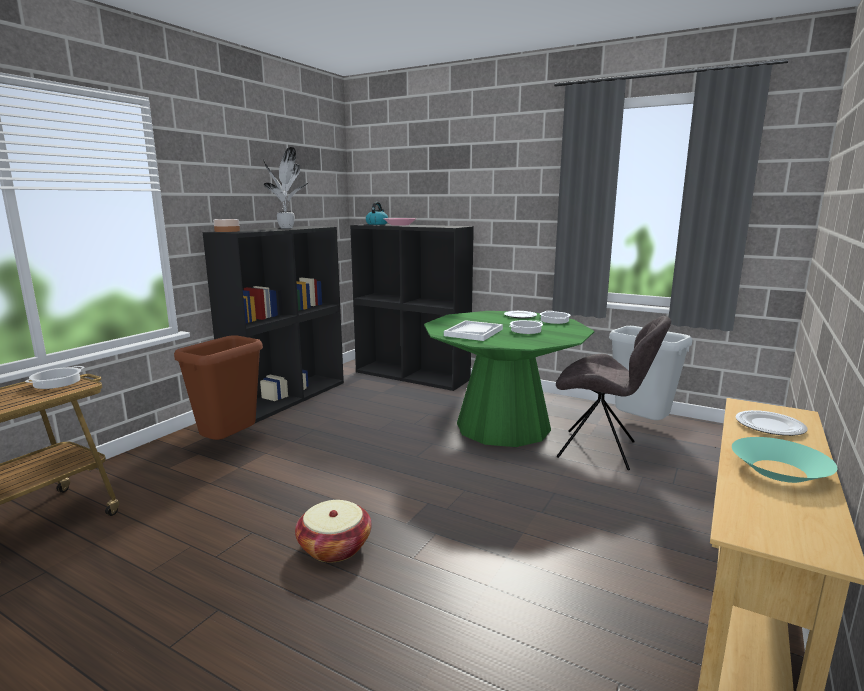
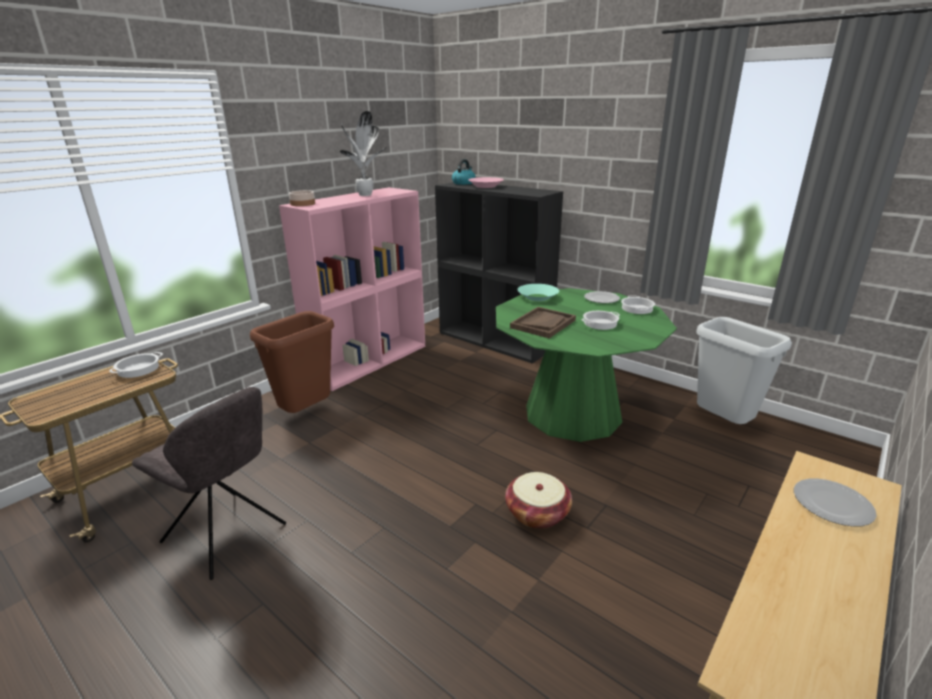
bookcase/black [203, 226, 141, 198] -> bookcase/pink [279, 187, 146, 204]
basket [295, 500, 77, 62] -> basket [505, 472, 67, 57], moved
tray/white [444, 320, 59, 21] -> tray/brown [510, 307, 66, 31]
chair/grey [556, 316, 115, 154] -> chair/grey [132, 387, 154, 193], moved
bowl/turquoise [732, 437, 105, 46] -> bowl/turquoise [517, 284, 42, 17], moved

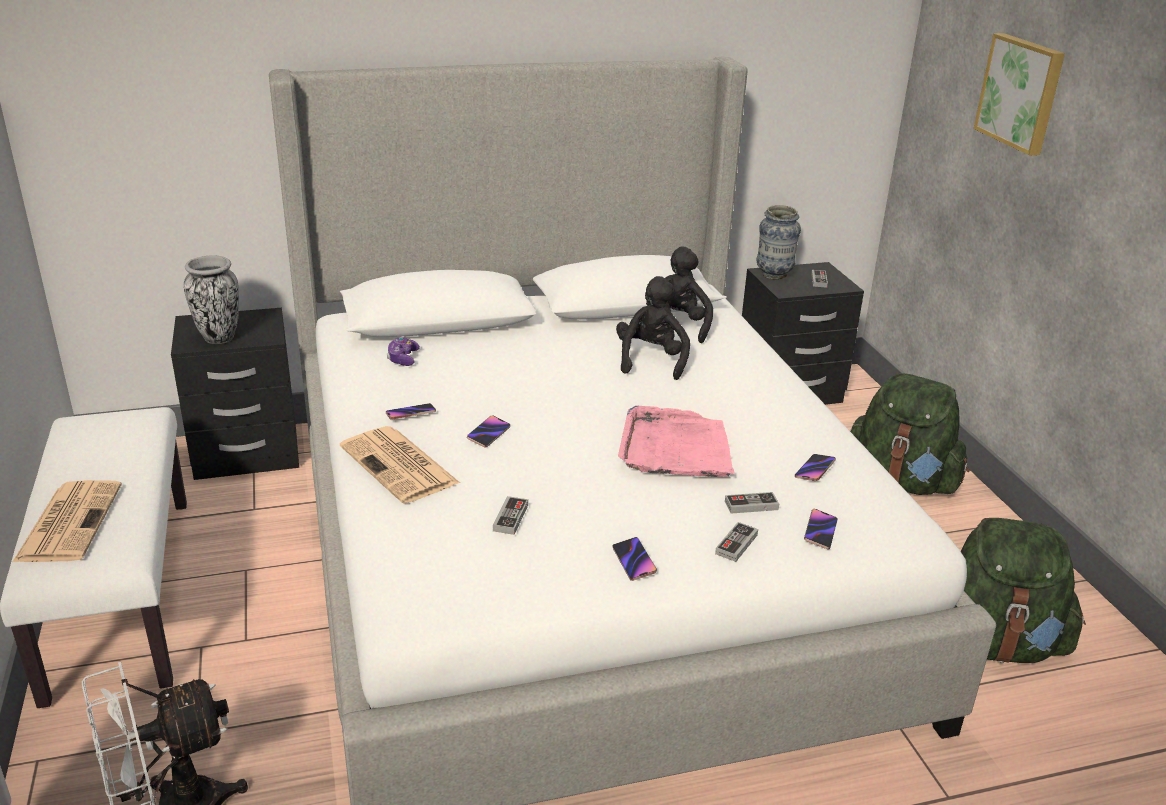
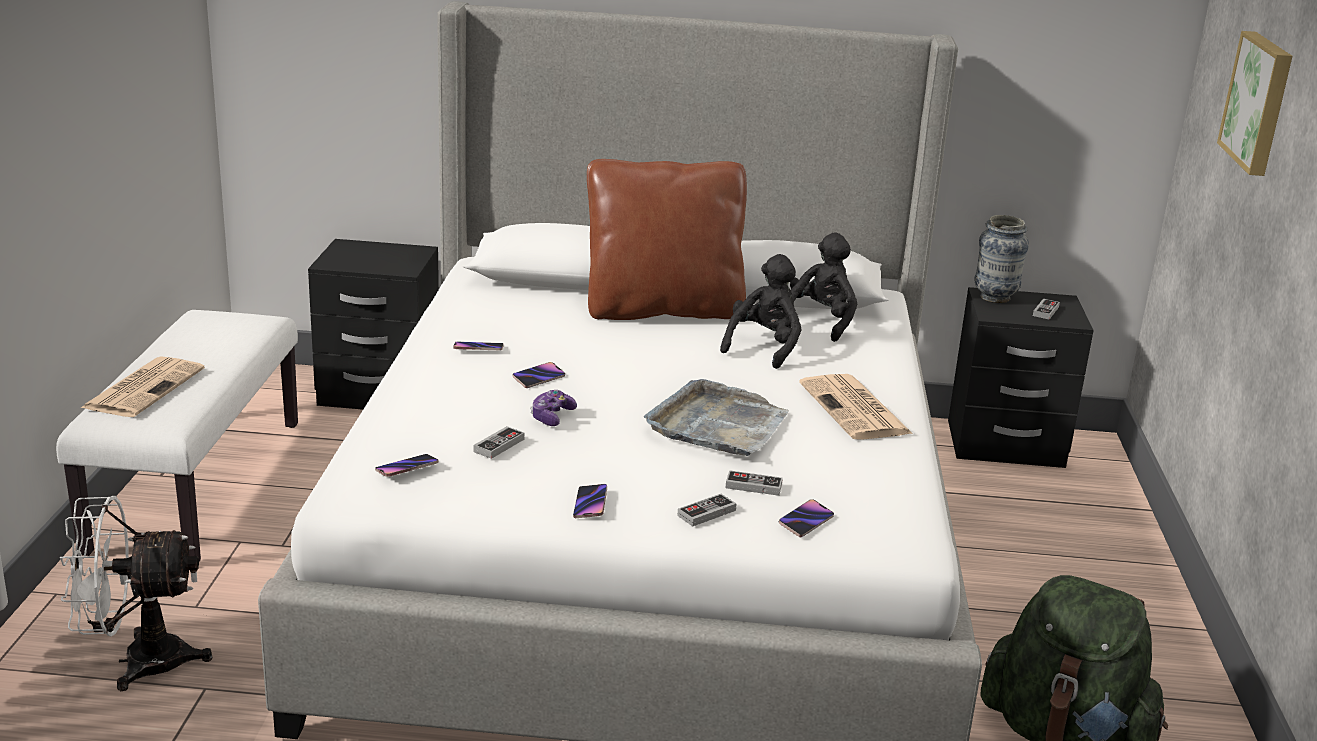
vase [184, 255, 55, 89] -> none
newspaper [340, 426, 120, 78] -> newspaper [799, 374, 114, 66], moved
game controller [387, 337, 33, 29] -> game controller [530, 390, 47, 36], moved
tray/pink [618, 405, 117, 72] -> tray/grey [644, 379, 145, 77]
phone [795, 454, 41, 27] -> phone [375, 454, 64, 23], moved
backpack/green [850, 373, 120, 122] -> none
none -> pillow/brown [587, 159, 160, 161]

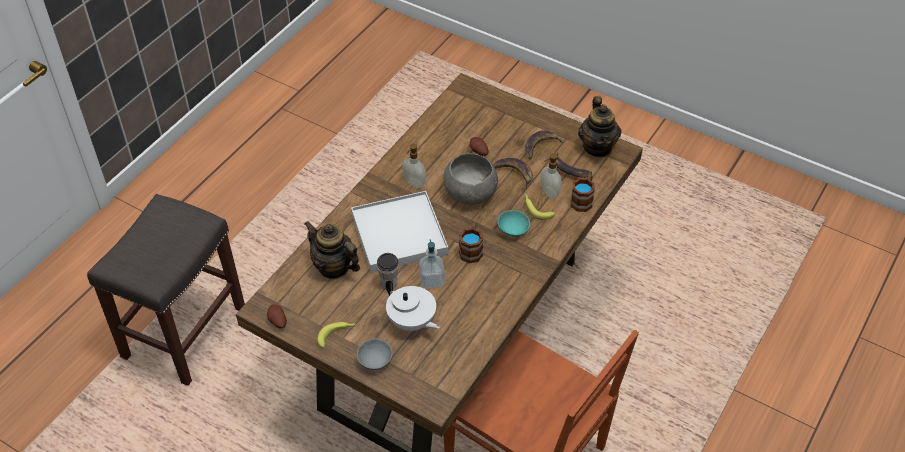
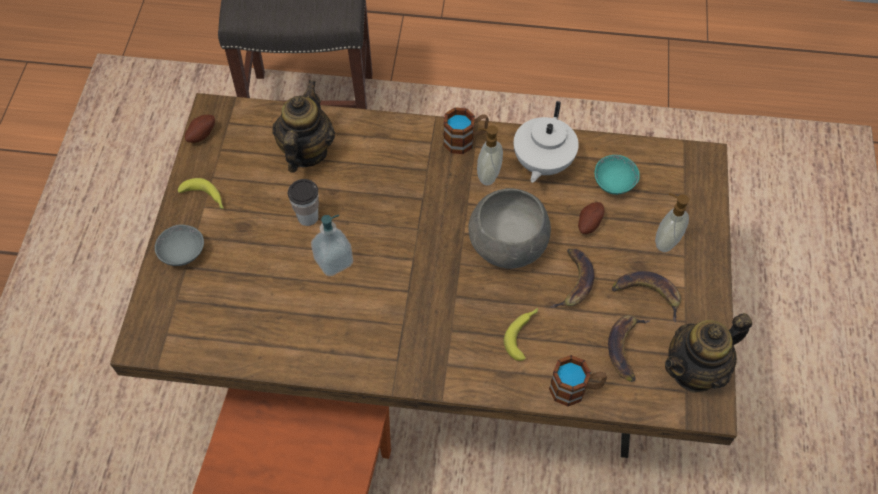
tray/white [351, 191, 97, 82] -> none
teapot/white [386, 279, 54, 52] -> teapot/white [514, 101, 65, 82], moved
mug [459, 223, 24, 40] -> mug [443, 107, 46, 47], moved
bowl/turquoise [497, 210, 33, 27] -> bowl/turquoise [595, 155, 45, 40], moved
soap dispenser [540, 153, 22, 46] -> soap dispenser [655, 193, 34, 59], moved

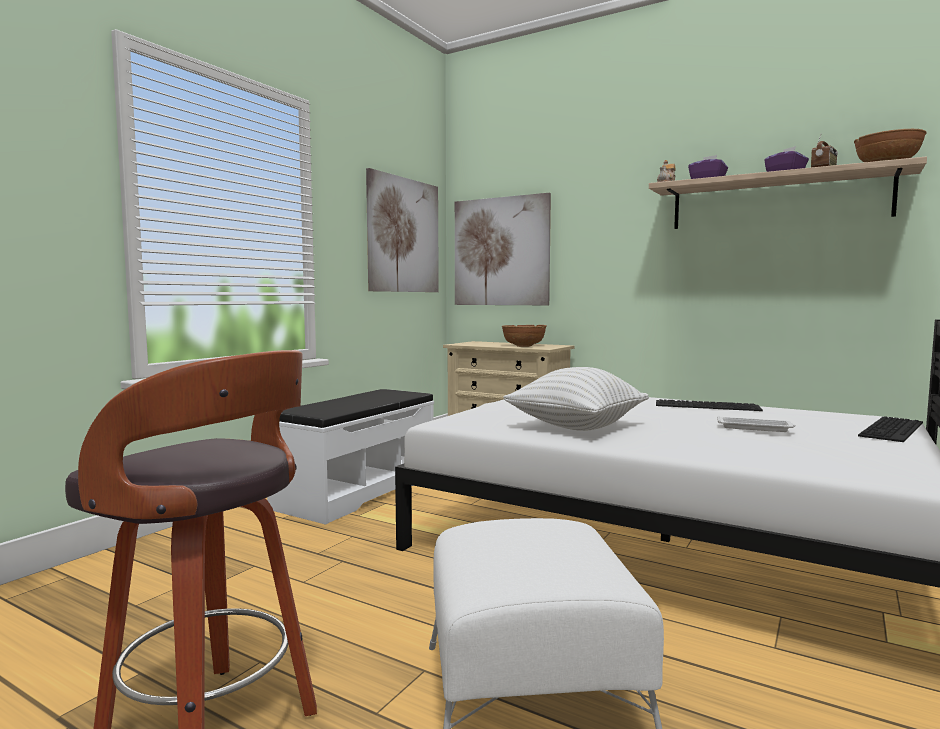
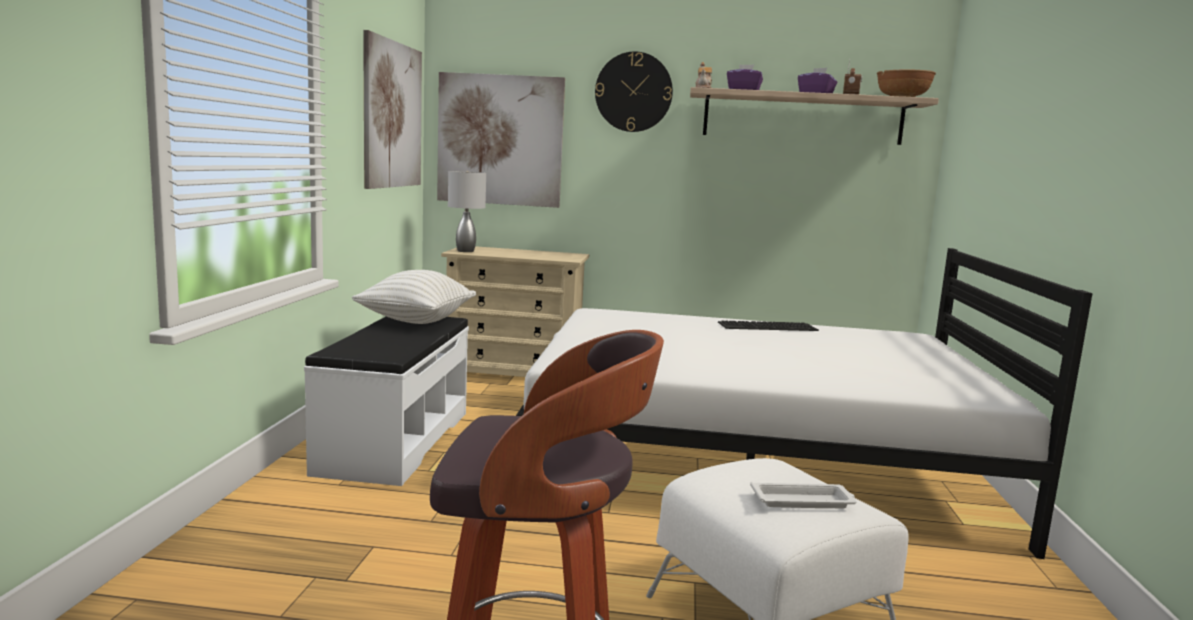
bowl/brown [502, 325, 45, 22] -> none
pillow/white [503, 367, 146, 64] -> pillow/white [352, 270, 124, 54], moved
tray/white [717, 416, 79, 16] -> tray/white [750, 482, 107, 26], moved
keyboard [858, 416, 65, 26] -> none
none -> table lamp/grey [448, 171, 38, 81]
none -> wall clock [595, 51, 78, 81]

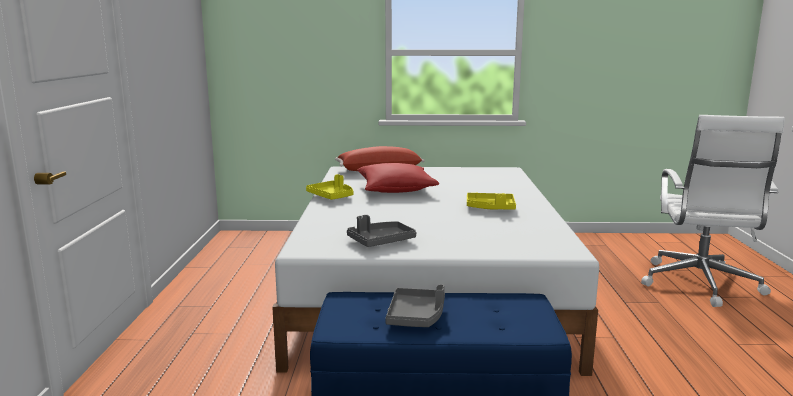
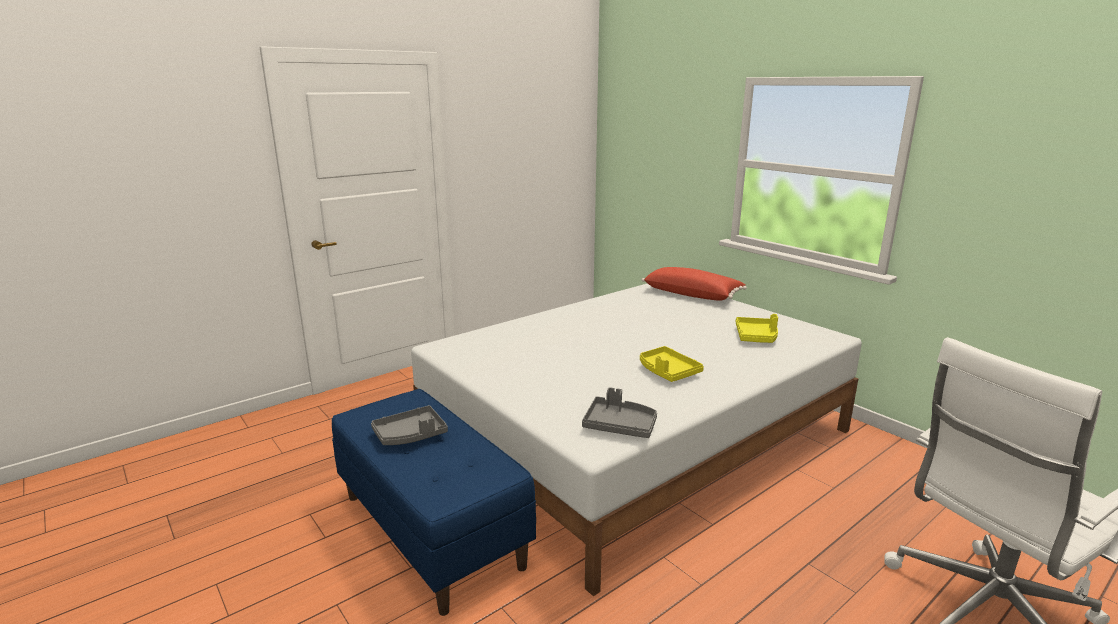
tray/yellow [306, 174, 47, 26] -> tray/yellow [736, 314, 42, 29], moved
tray/grey [347, 215, 69, 32] -> tray/grey [582, 387, 75, 51], moved
pillow/red [357, 163, 82, 30] -> none

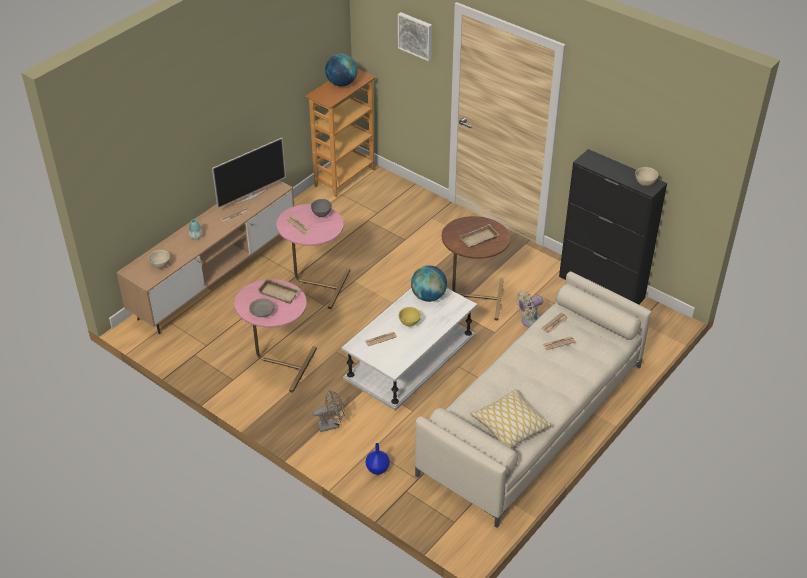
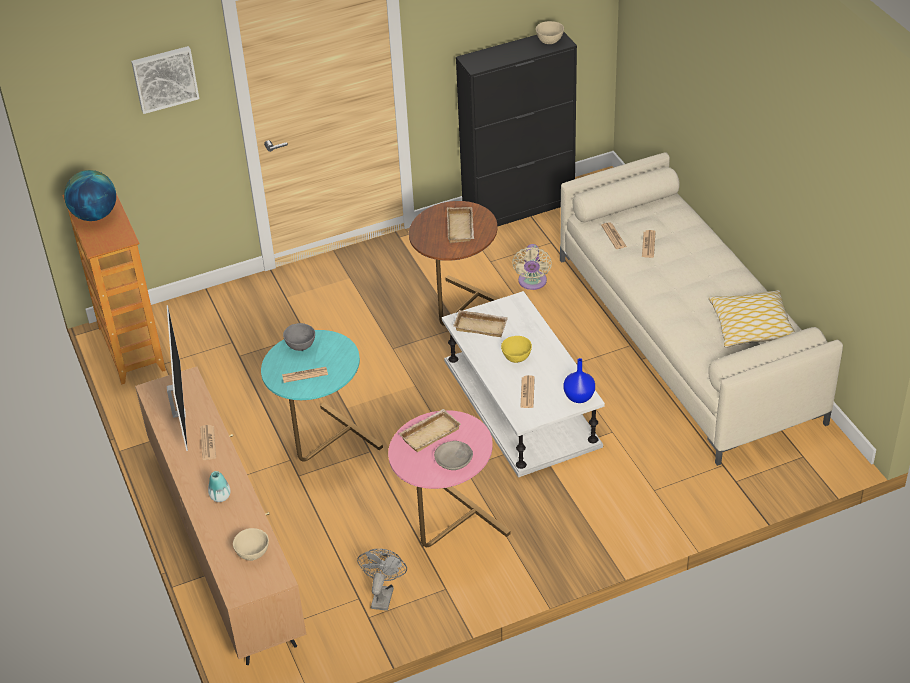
side table/pink [276, 204, 74, 105] -> side table/turquoise [261, 330, 122, 131]
fan/grey [313, 390, 32, 42] -> fan/grey [357, 549, 50, 62], moved
vase/blue [366, 443, 24, 32] -> vase/blue [563, 358, 32, 45], moved
globe [411, 266, 36, 36] -> tray/beige [453, 310, 55, 27]

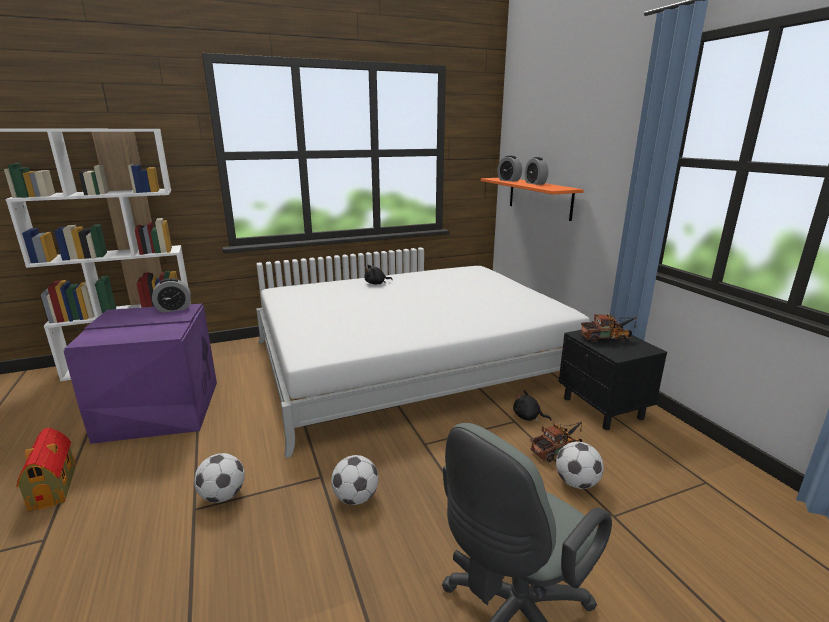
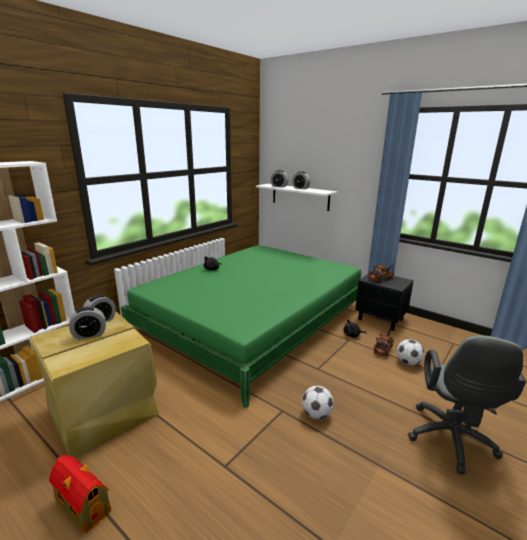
storage box/purple [64, 304, 153, 140] -> storage box/beige [30, 312, 129, 146]
football [194, 453, 51, 50] -> none
bed/white [256, 266, 334, 192] -> bed/green [121, 245, 240, 163]
shelf/orange [481, 178, 103, 43] -> shelf/white [256, 184, 81, 27]
none -> alarm clock [69, 307, 37, 33]

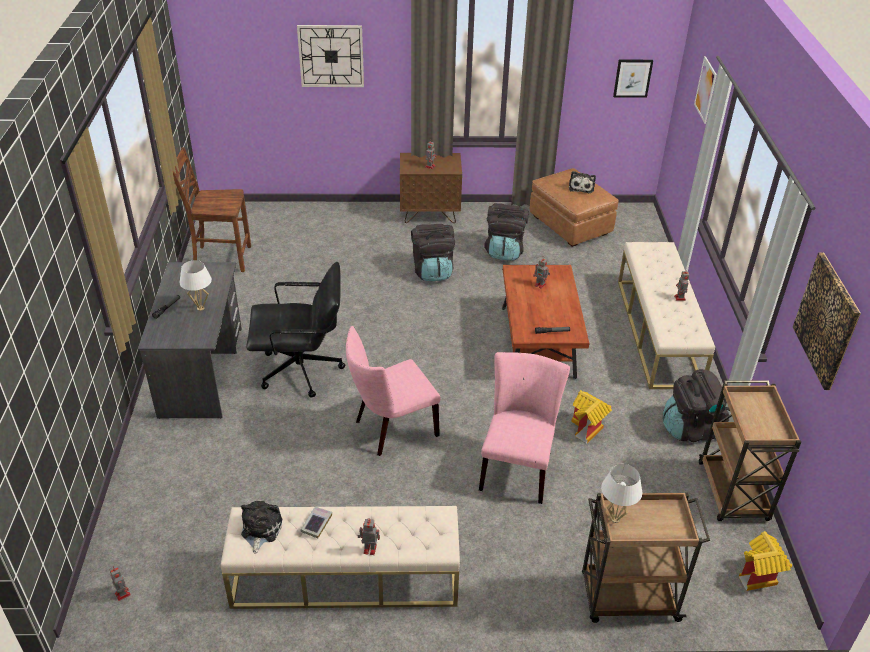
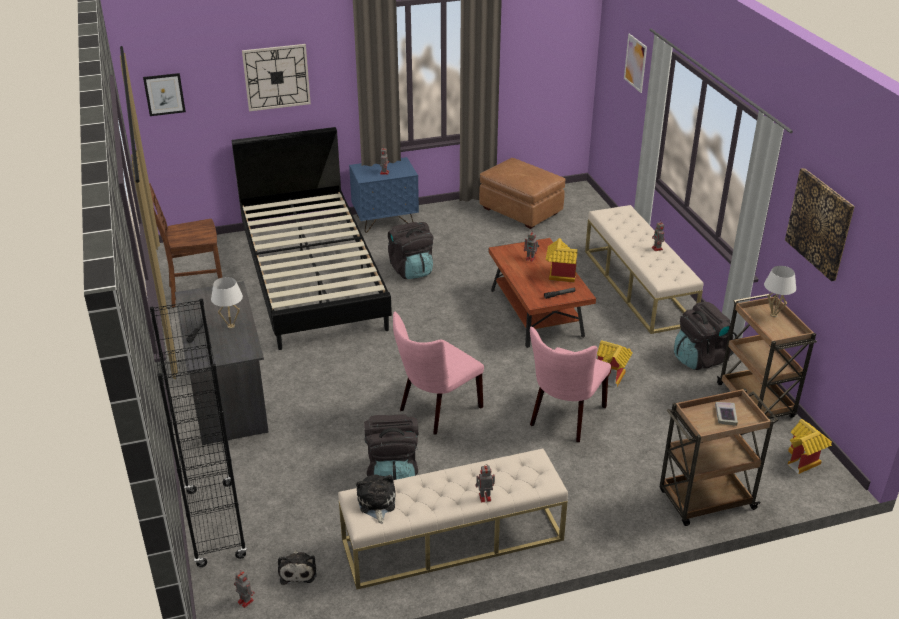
office chair/black [246, 262, 99, 136] -> none
book [300, 507, 32, 32] -> book [715, 402, 23, 24], moved
nightstand/brown [400, 153, 62, 70] -> nightstand/blue [349, 157, 70, 76]
chair/pink [479, 352, 91, 152] -> chair/pink [530, 326, 81, 116], 150 degrees counterclockwise
backpack/black [484, 203, 45, 57] -> backpack/black [364, 414, 54, 66], moved
plush toy [569, 171, 27, 22] -> plush toy [278, 550, 39, 35], moved
table lamp/white [601, 464, 41, 59] -> table lamp/white [764, 266, 32, 51], moved
picture [613, 59, 40, 39] -> picture [143, 73, 43, 43], moved
none -> bookcase/black [150, 299, 97, 268]
none -> bed/black [232, 127, 160, 223]
none -> toy house [545, 238, 32, 45]

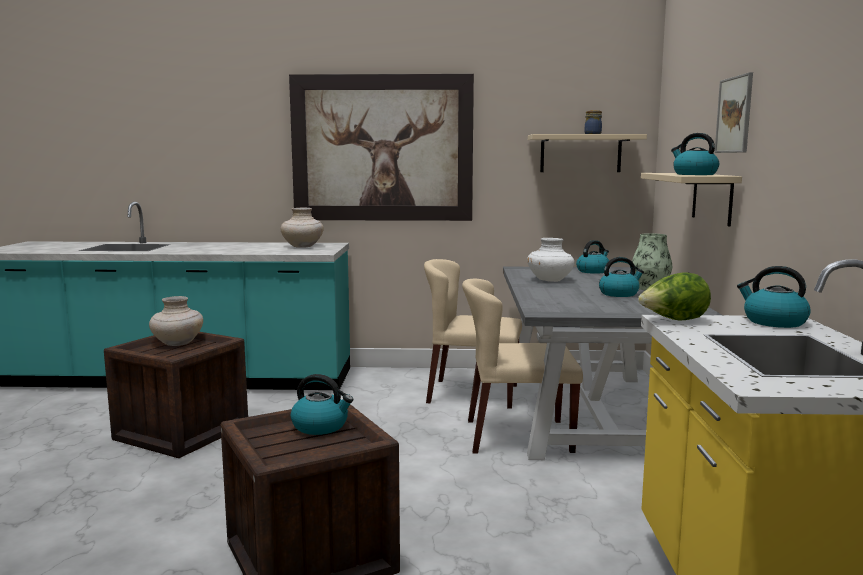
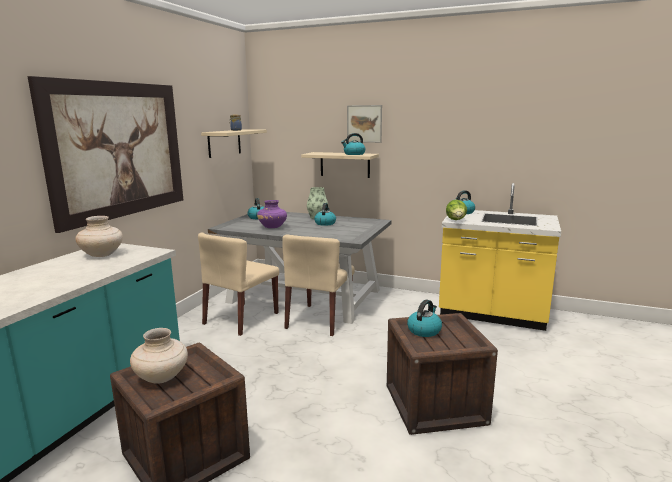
vase/white [527, 238, 48, 44] -> vase/purple [257, 200, 30, 28]

